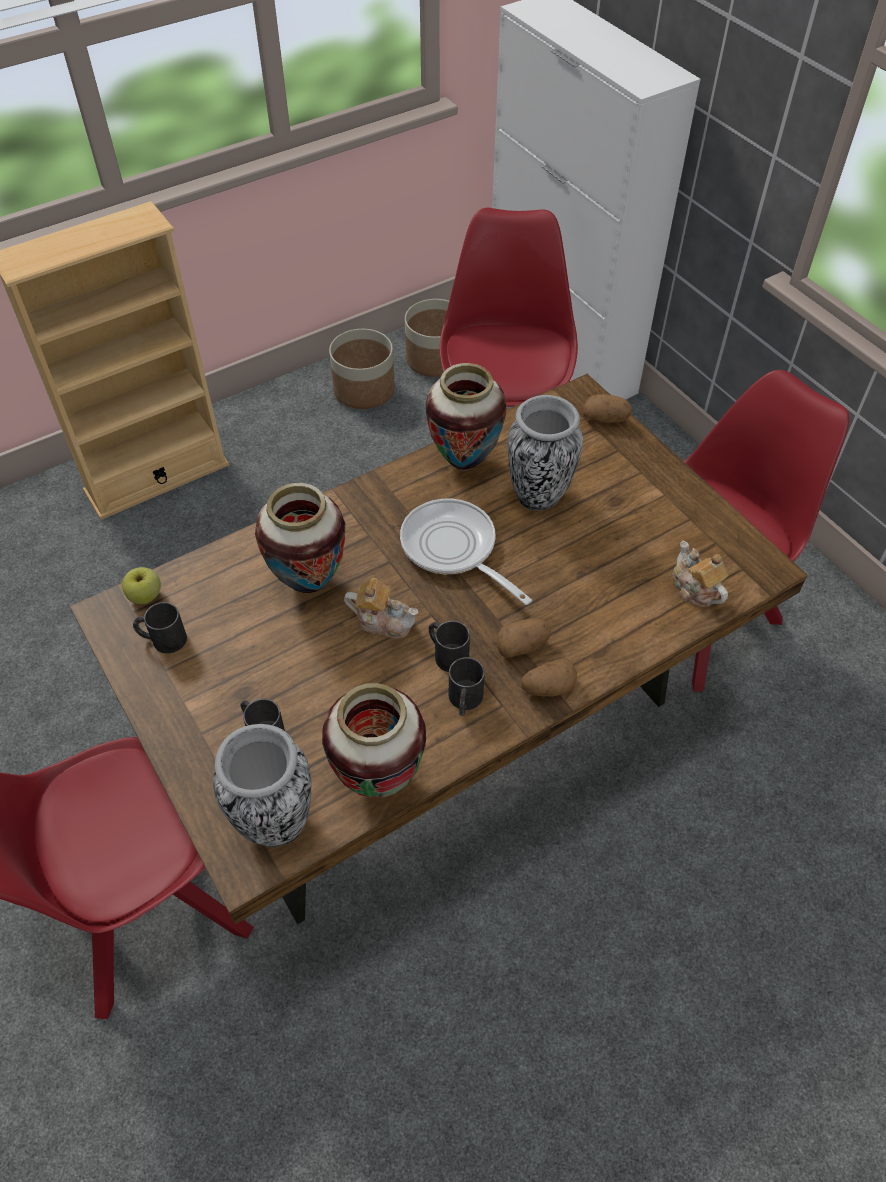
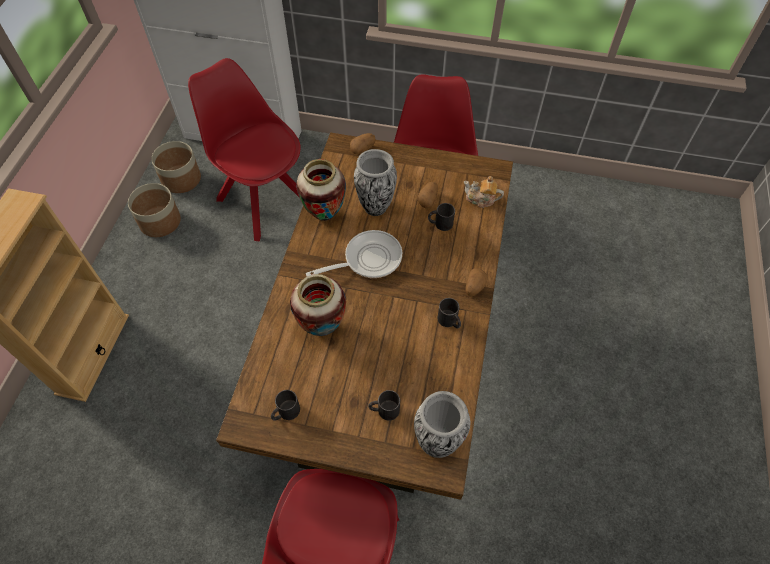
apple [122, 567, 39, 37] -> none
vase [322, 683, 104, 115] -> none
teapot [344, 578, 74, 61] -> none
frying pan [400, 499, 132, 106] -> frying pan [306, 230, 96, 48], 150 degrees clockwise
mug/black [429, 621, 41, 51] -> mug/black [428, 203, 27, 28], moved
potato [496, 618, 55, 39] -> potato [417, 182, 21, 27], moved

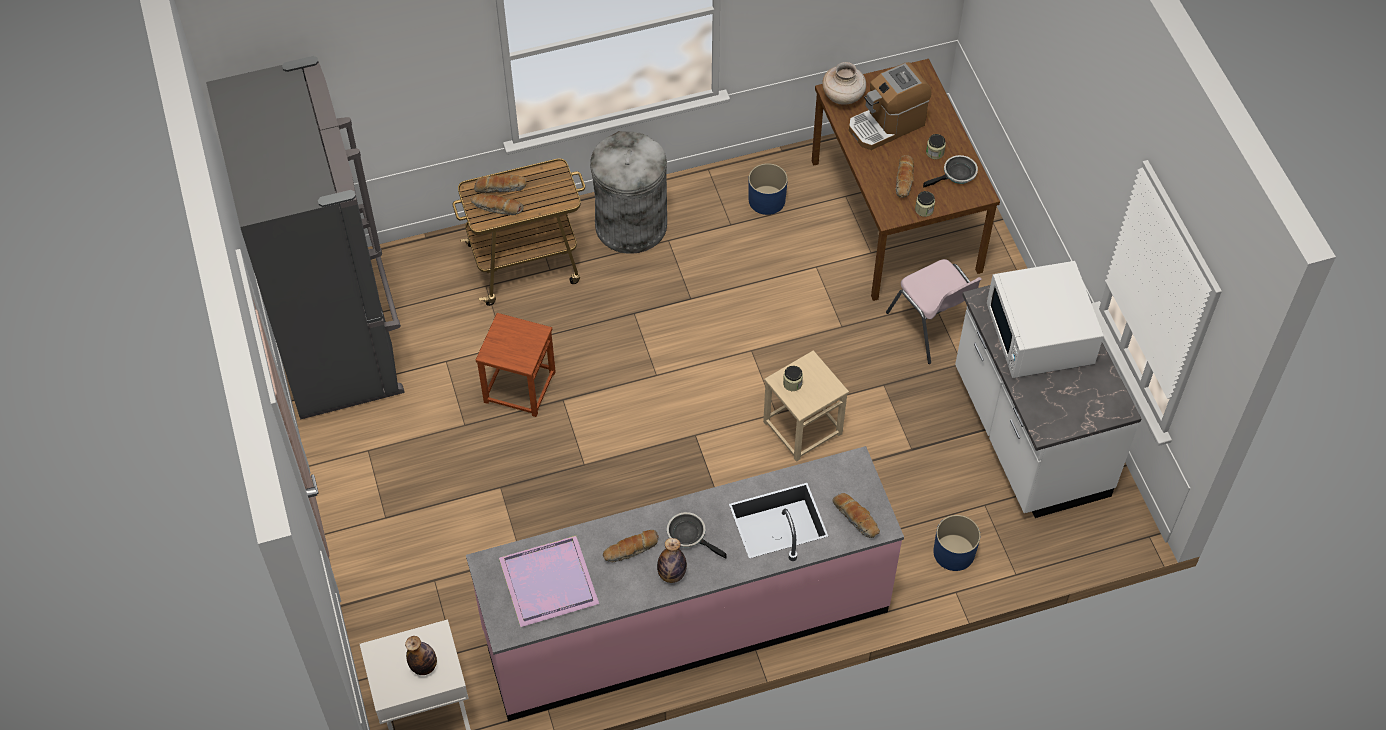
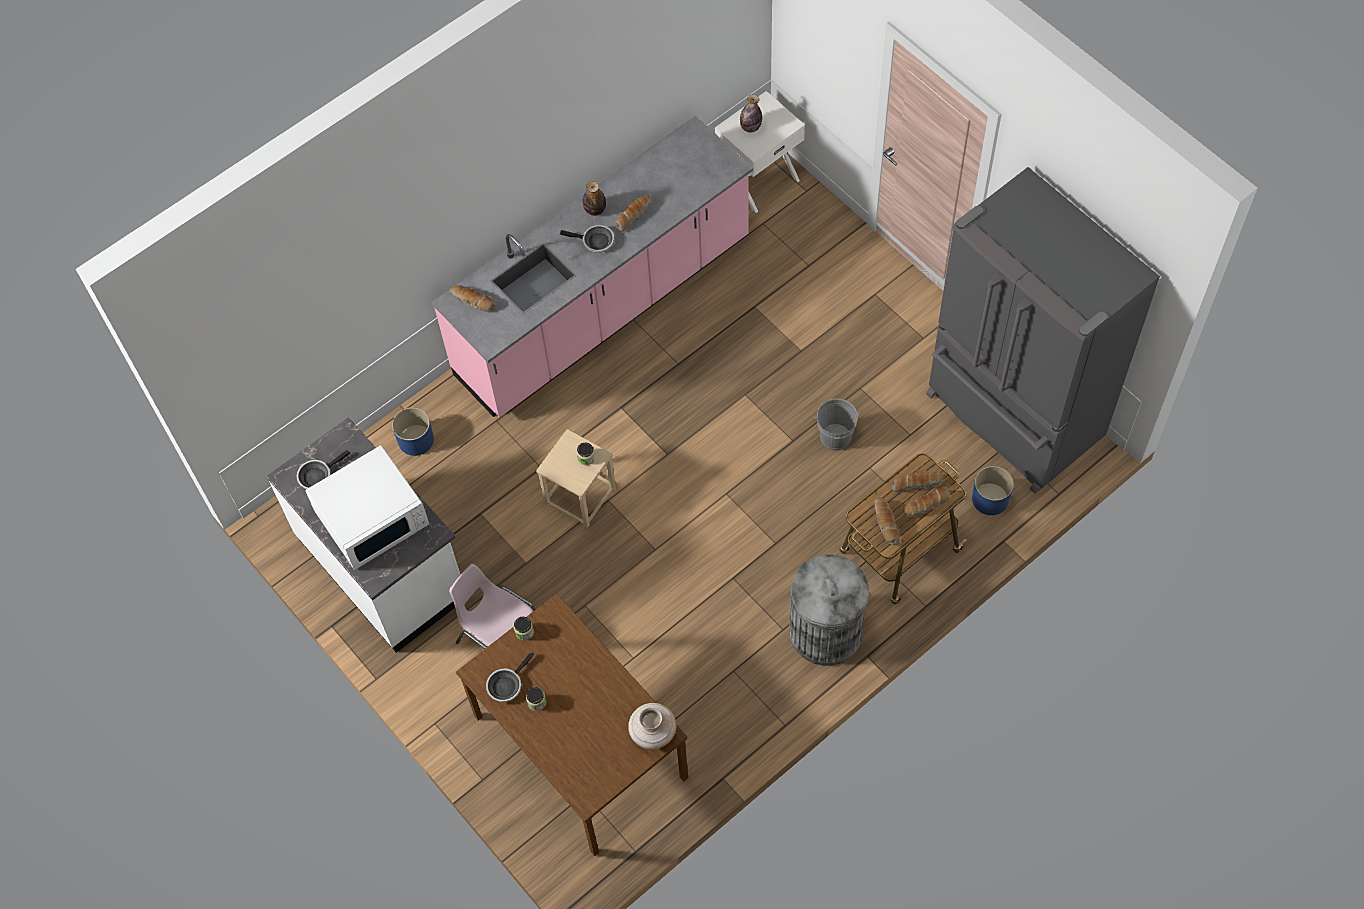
stool/brown [476, 313, 80, 104] -> bucket/grey [814, 399, 46, 52]
tray/purple [499, 536, 100, 91] -> none
planter/blue [748, 163, 40, 52] -> planter/blue [972, 466, 42, 49], moved
coffee machine [849, 62, 83, 88] -> none
bread [895, 155, 19, 43] -> bread [875, 497, 25, 48], moved
microwave/white [987, 261, 116, 117] -> microwave/white [305, 445, 124, 125], 90 degrees clockwise
none -> frying pan [297, 450, 53, 39]

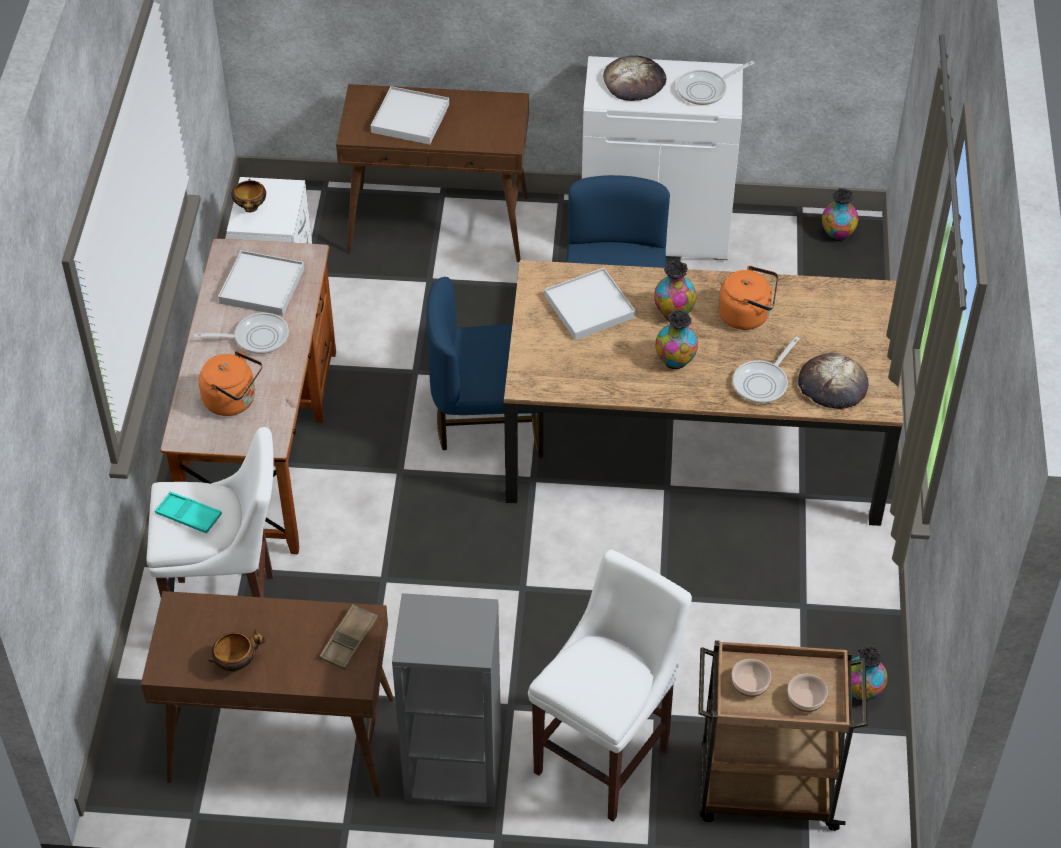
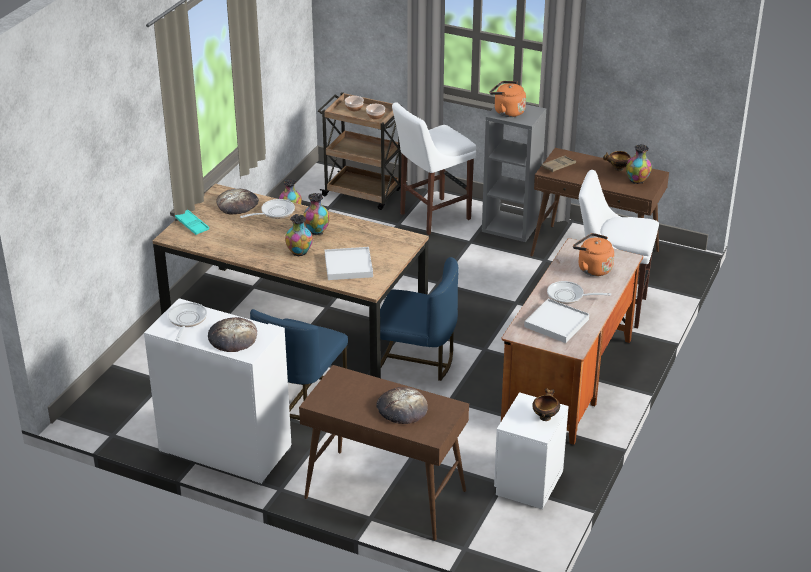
tray/turquoise [155, 492, 67, 42] -> tray/turquoise [175, 210, 34, 25], moved
tray/white [371, 86, 78, 59] -> bread [376, 387, 52, 37]
frying pan [677, 61, 77, 44] -> frying pan [168, 302, 39, 39], 75 degrees counterclockwise
kettle/orange [718, 266, 60, 64] -> kettle/orange [489, 81, 37, 36], moved
vase [822, 188, 37, 53] -> vase [626, 144, 26, 40], moved

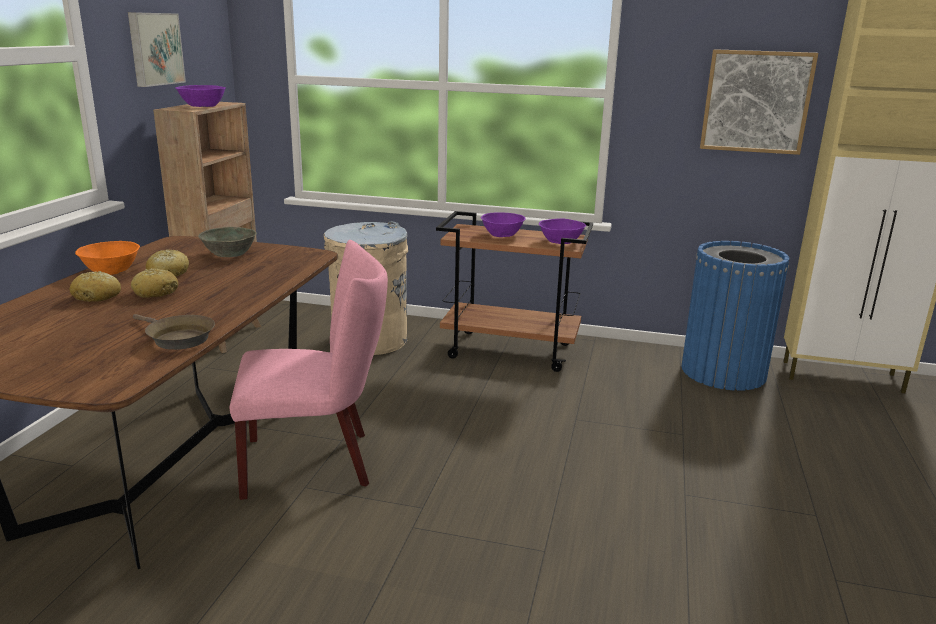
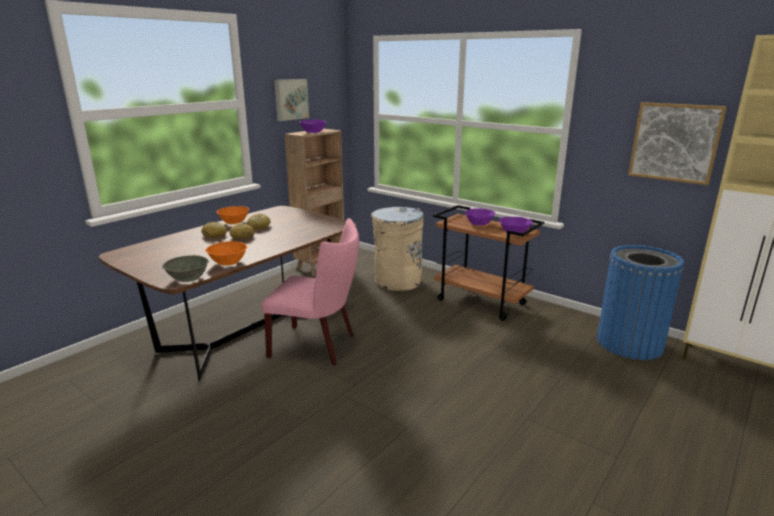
frying pan/brown [133, 314, 82, 36] -> bowl/orange [205, 241, 42, 25]
bowl/grey [198, 227, 59, 30] -> bowl/grey [162, 255, 47, 27], moved

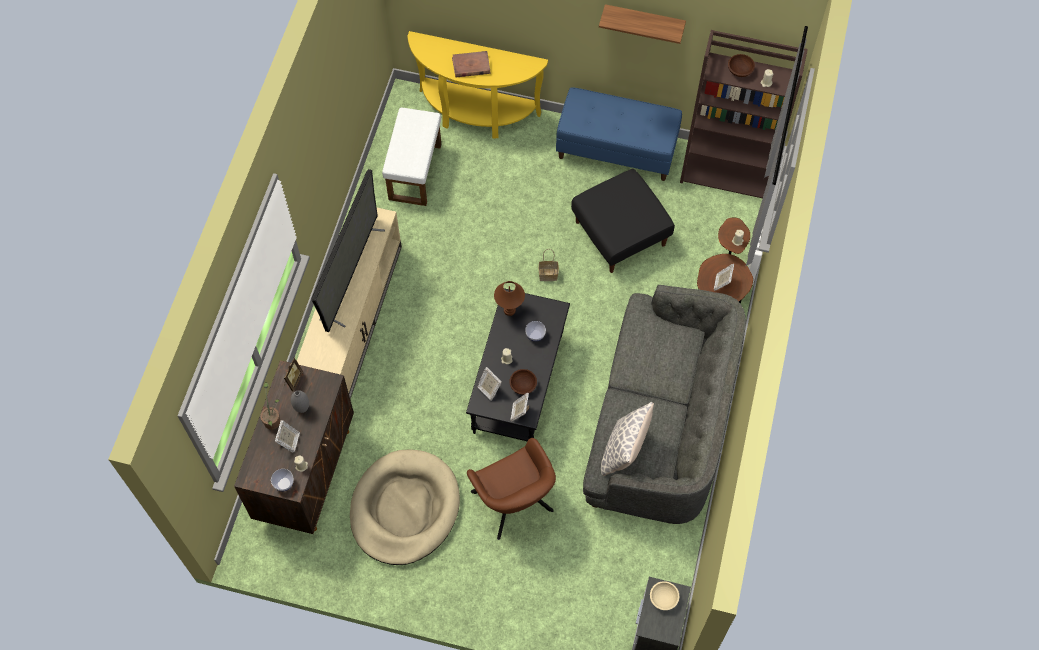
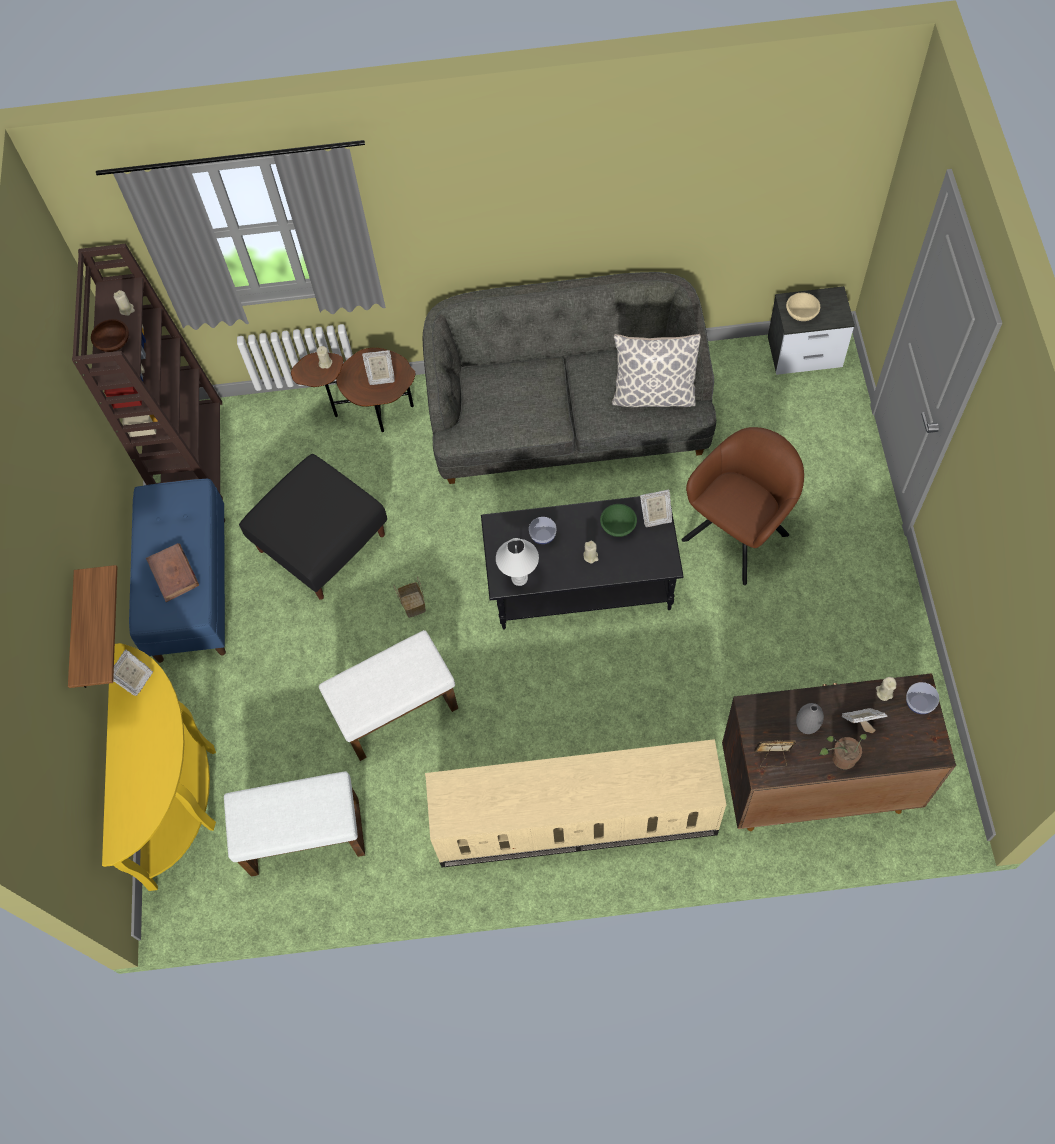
television [311, 169, 74, 163] -> none
dog bed/beige [350, 449, 110, 116] -> none
book/brown [452, 51, 38, 27] -> book/brown [146, 543, 53, 59], moved
picture frame [477, 367, 25, 34] -> picture frame [113, 650, 40, 46], moved
table lamp/brown [494, 281, 31, 35] -> table lamp/white [496, 538, 43, 48]
bowl/brown [509, 369, 28, 26] -> bowl/green [600, 504, 37, 33]
shelf [599, 4, 87, 40] -> shelf [68, 565, 49, 123], moved
none -> ottoman/white [319, 630, 139, 131]

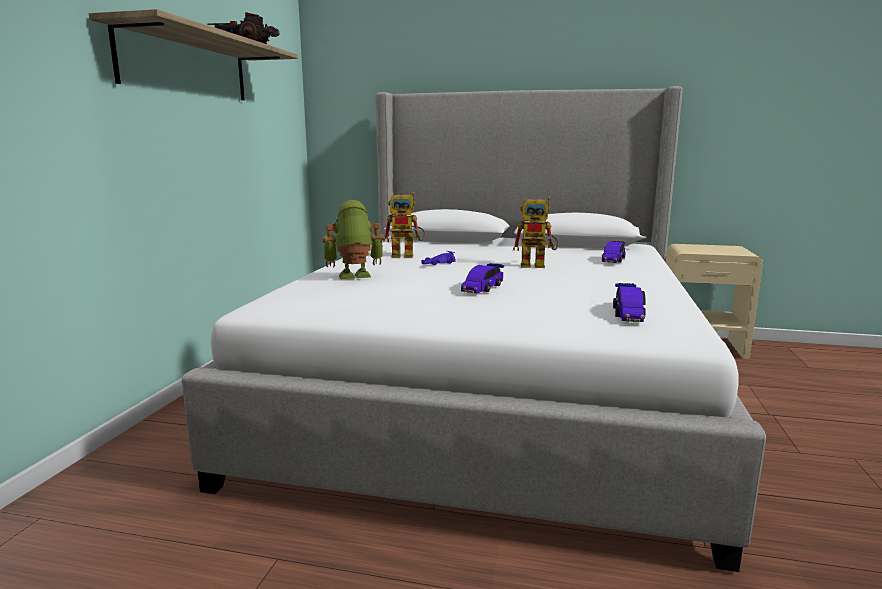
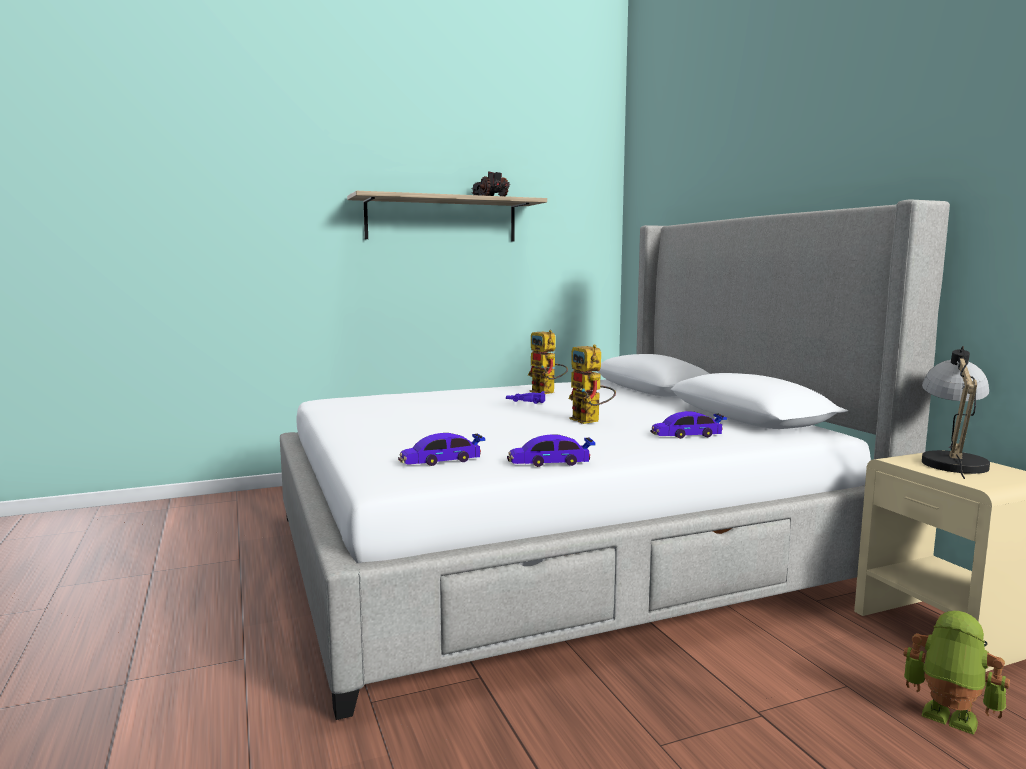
toy robot [323, 200, 61, 79] -> toy robot [903, 611, 107, 124], moved
toy car [461, 263, 43, 30] -> toy car [507, 435, 89, 32], moved
none -> table lamp [922, 346, 68, 133]

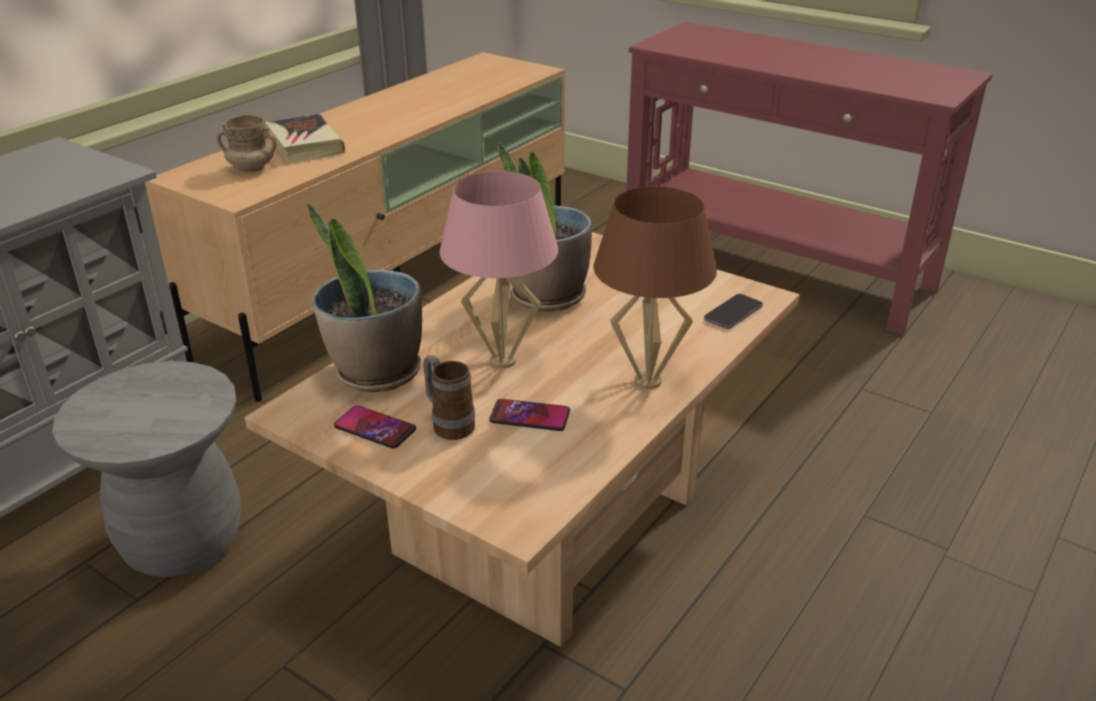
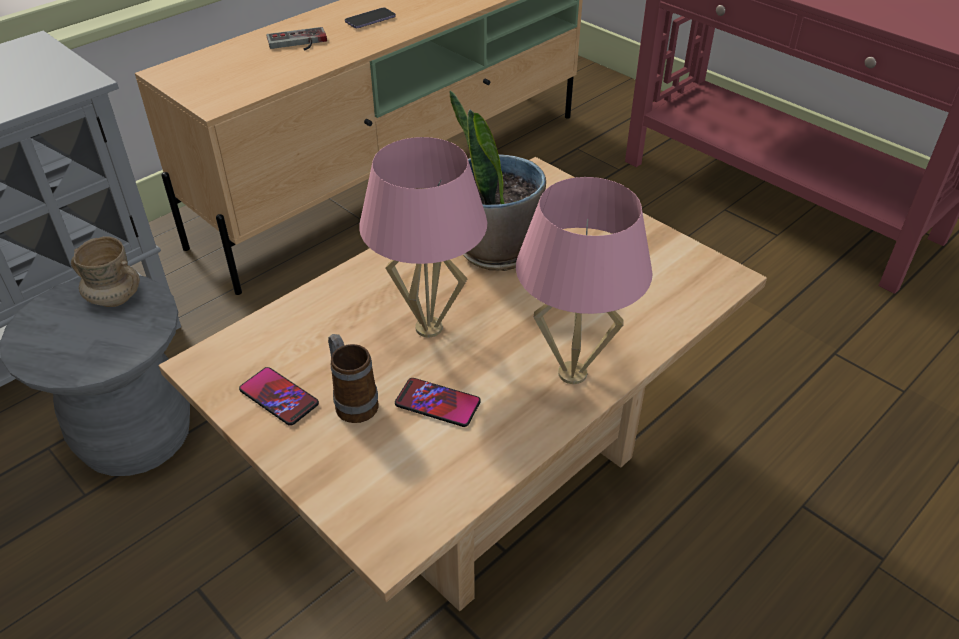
mug/beige [216, 114, 61, 58] -> mug/beige [71, 236, 69, 71], moved
book [265, 114, 80, 48] -> game controller [266, 27, 61, 24]
potted plant [307, 203, 115, 190] -> none
table lamp/brown [593, 186, 124, 203] -> table lamp/pink [516, 177, 136, 207]
phone [704, 294, 59, 35] -> phone [345, 8, 51, 20], moved

